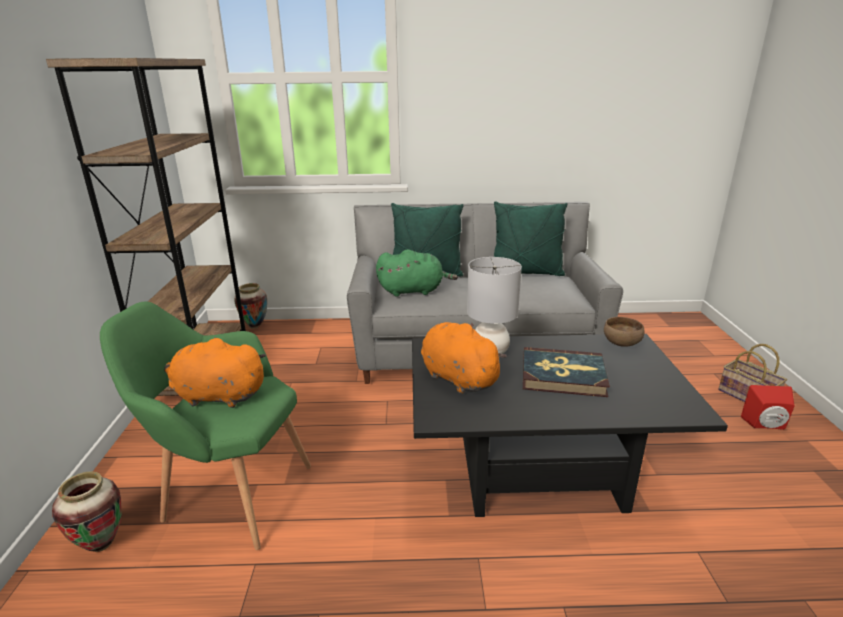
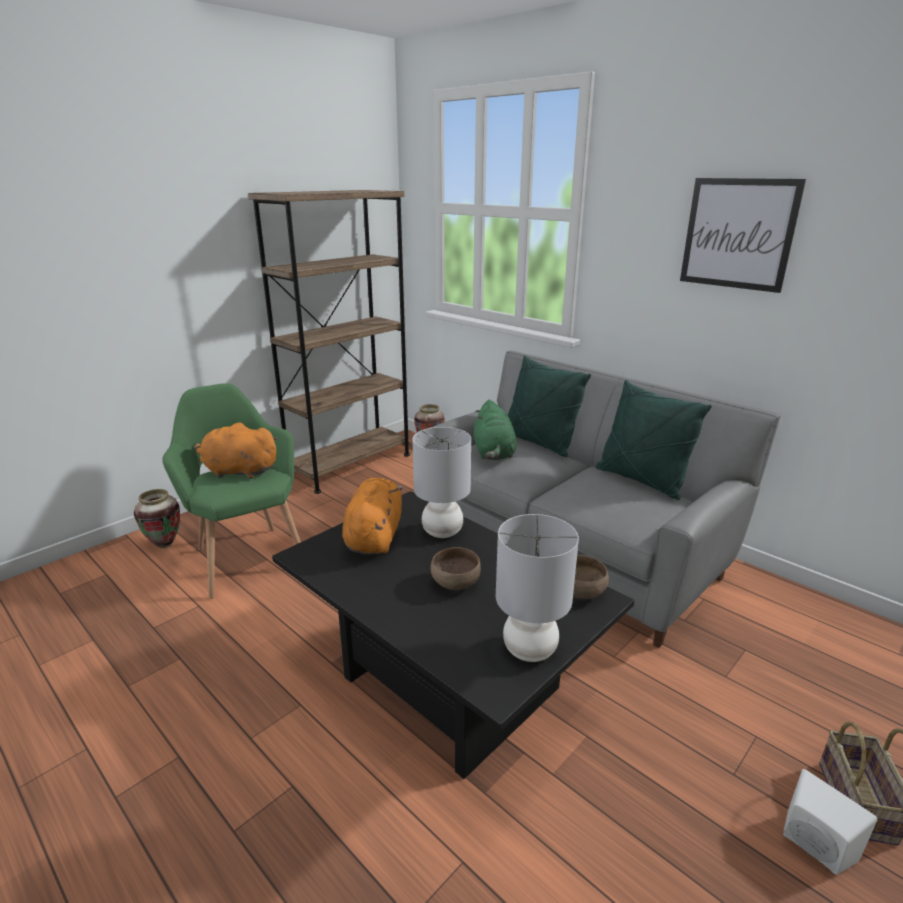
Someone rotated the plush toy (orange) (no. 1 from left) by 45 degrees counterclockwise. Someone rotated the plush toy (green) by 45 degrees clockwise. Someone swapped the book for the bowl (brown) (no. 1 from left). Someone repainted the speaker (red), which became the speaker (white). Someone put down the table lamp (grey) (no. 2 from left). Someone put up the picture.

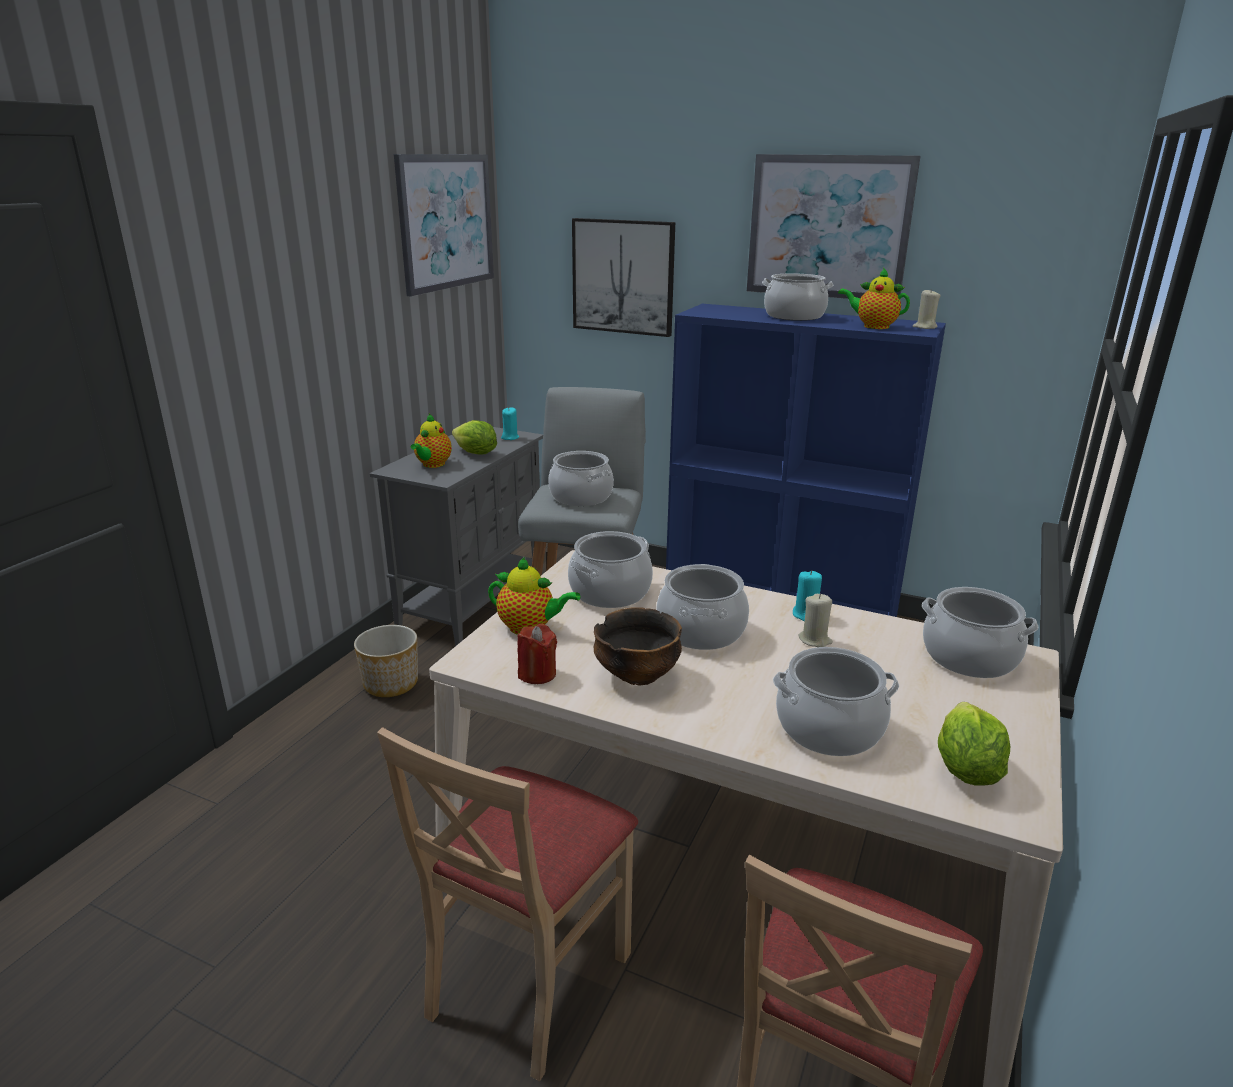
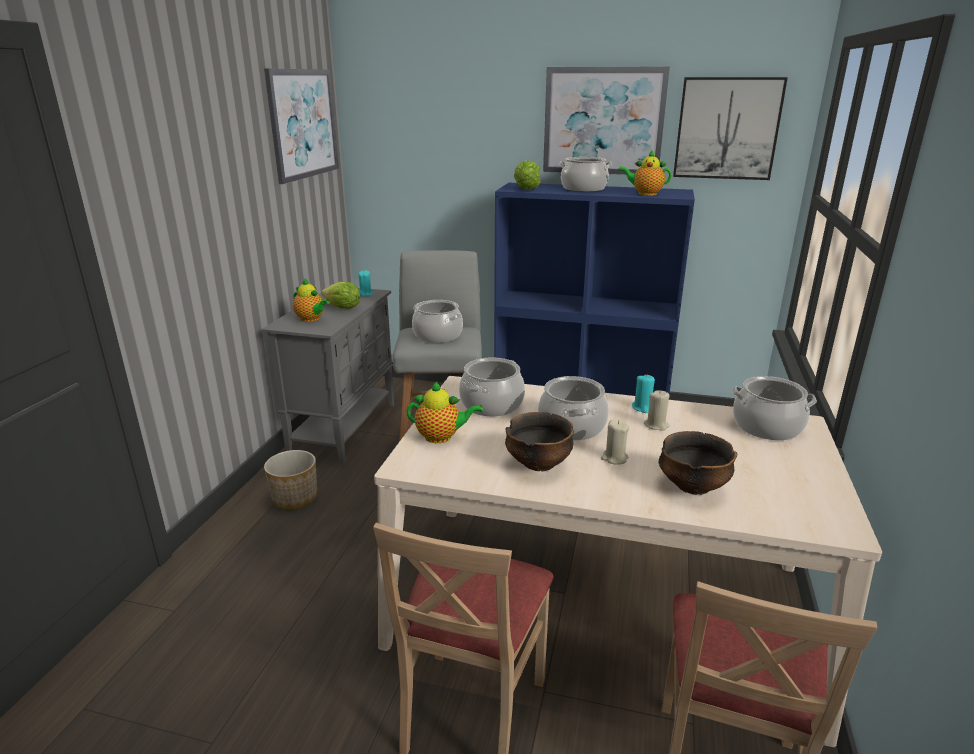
Someone rotated the teapot (no. 1 from left) by 60 degrees counterclockwise. Someone took away the candle (red). Someone carried the picture (no. 2 from left in the first image). Someone swapped the cooking pot (no. 5 from left) for the bowl (no. 2 from left). Someone carried the candle (beige) (no. 2 from left in the first image). Someone carried the lettuce (no. 2 from left).

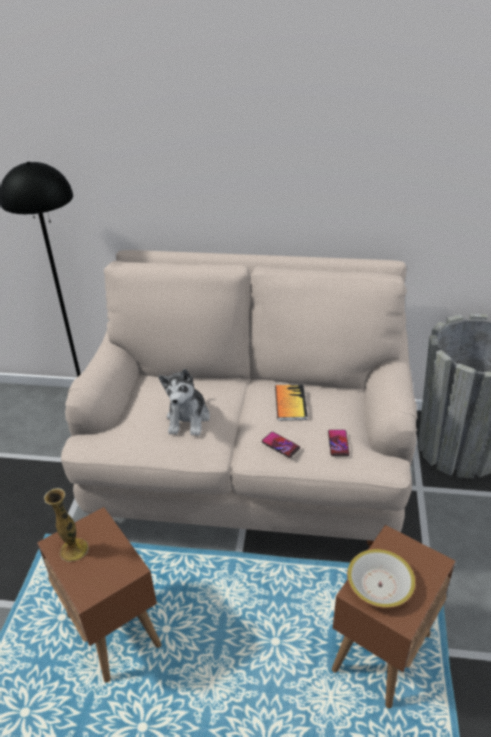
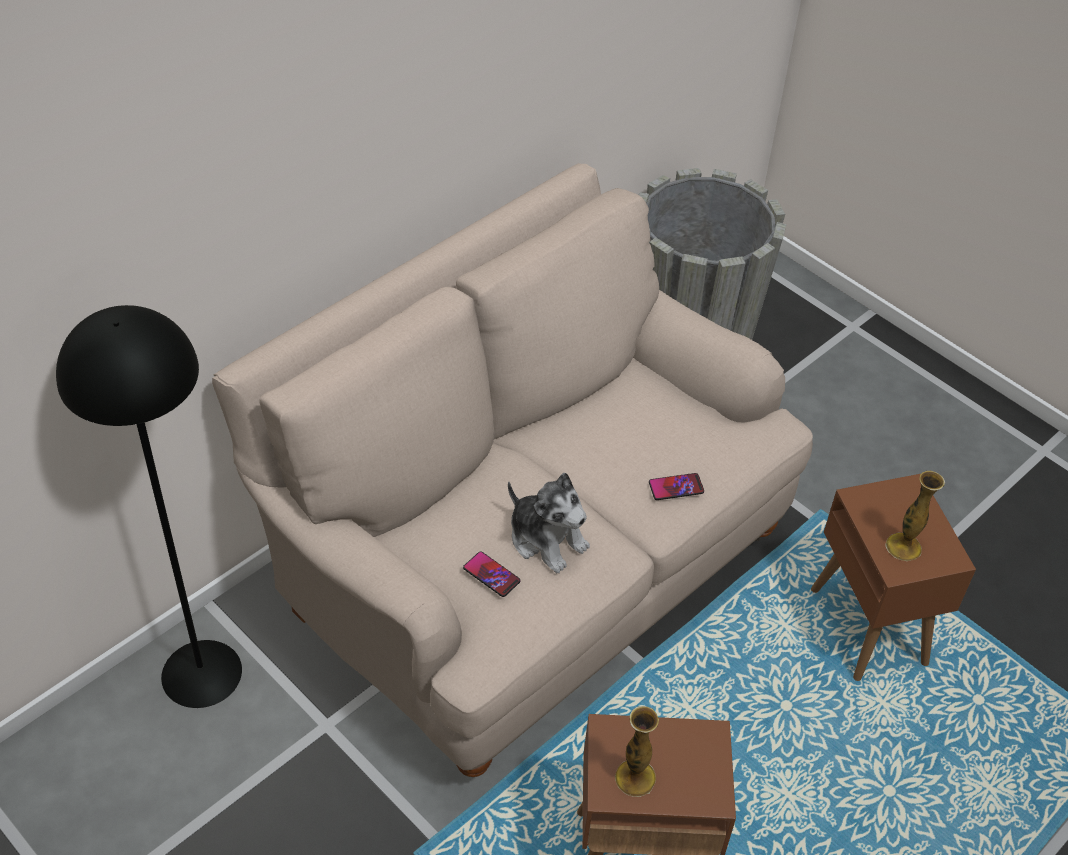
Someone took away the book. Someone carried the phone (no. 2 from left in the first image). Someone swapped the bowl for the vase (no. 2 from left).

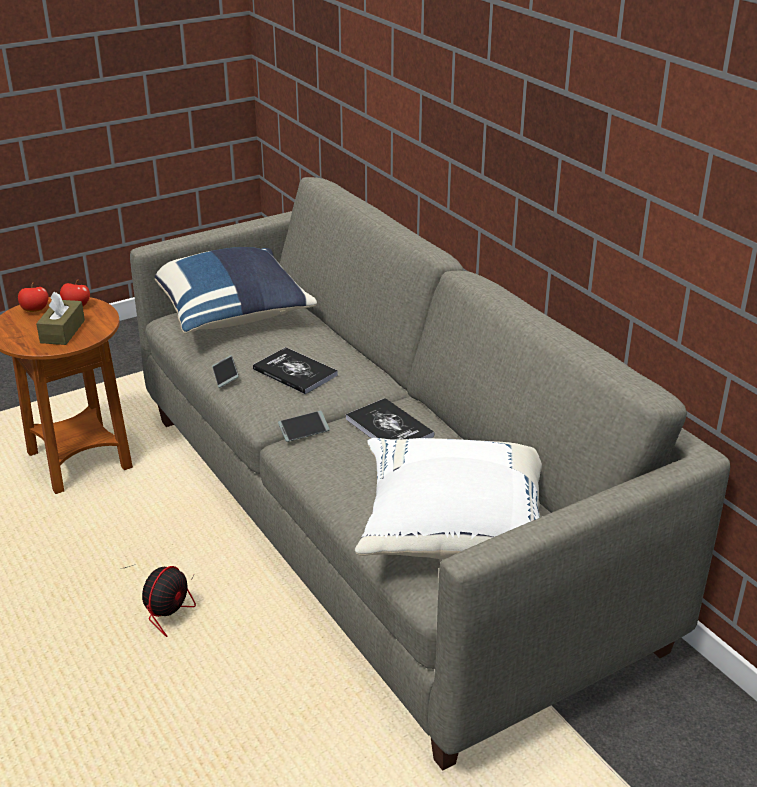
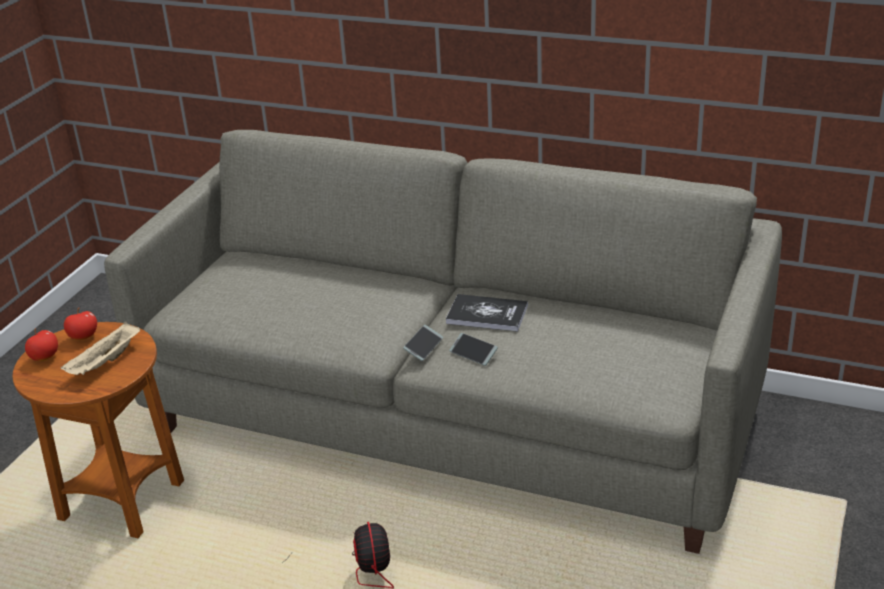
Someone swapped the tissue box (brown) for the tray (beige). Someone took away the pillow (blue). Someone carried the phone (no. 1 from left in the first image). Someone took away the book (no. 1 from left). Someone took away the pillow (white).

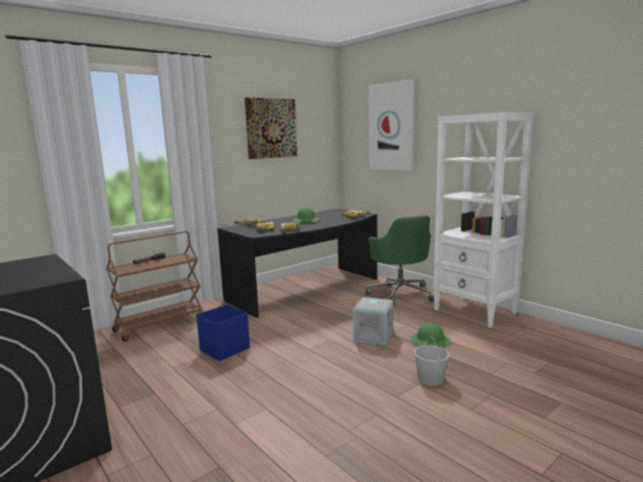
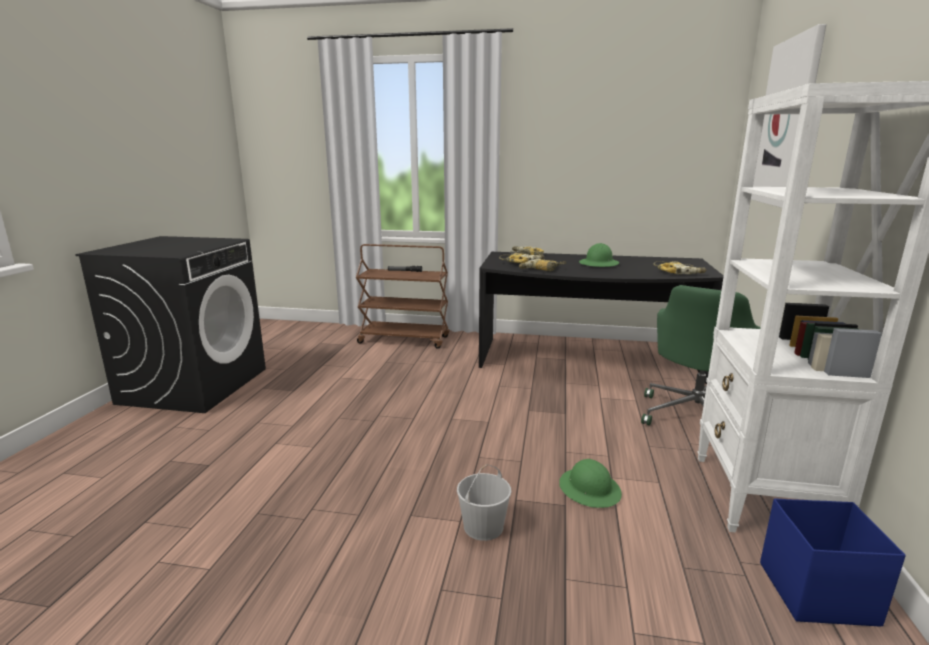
Someone carried the storage box (blue). Someone took away the picture (no. 1 from left). Someone took away the storage box (grey).

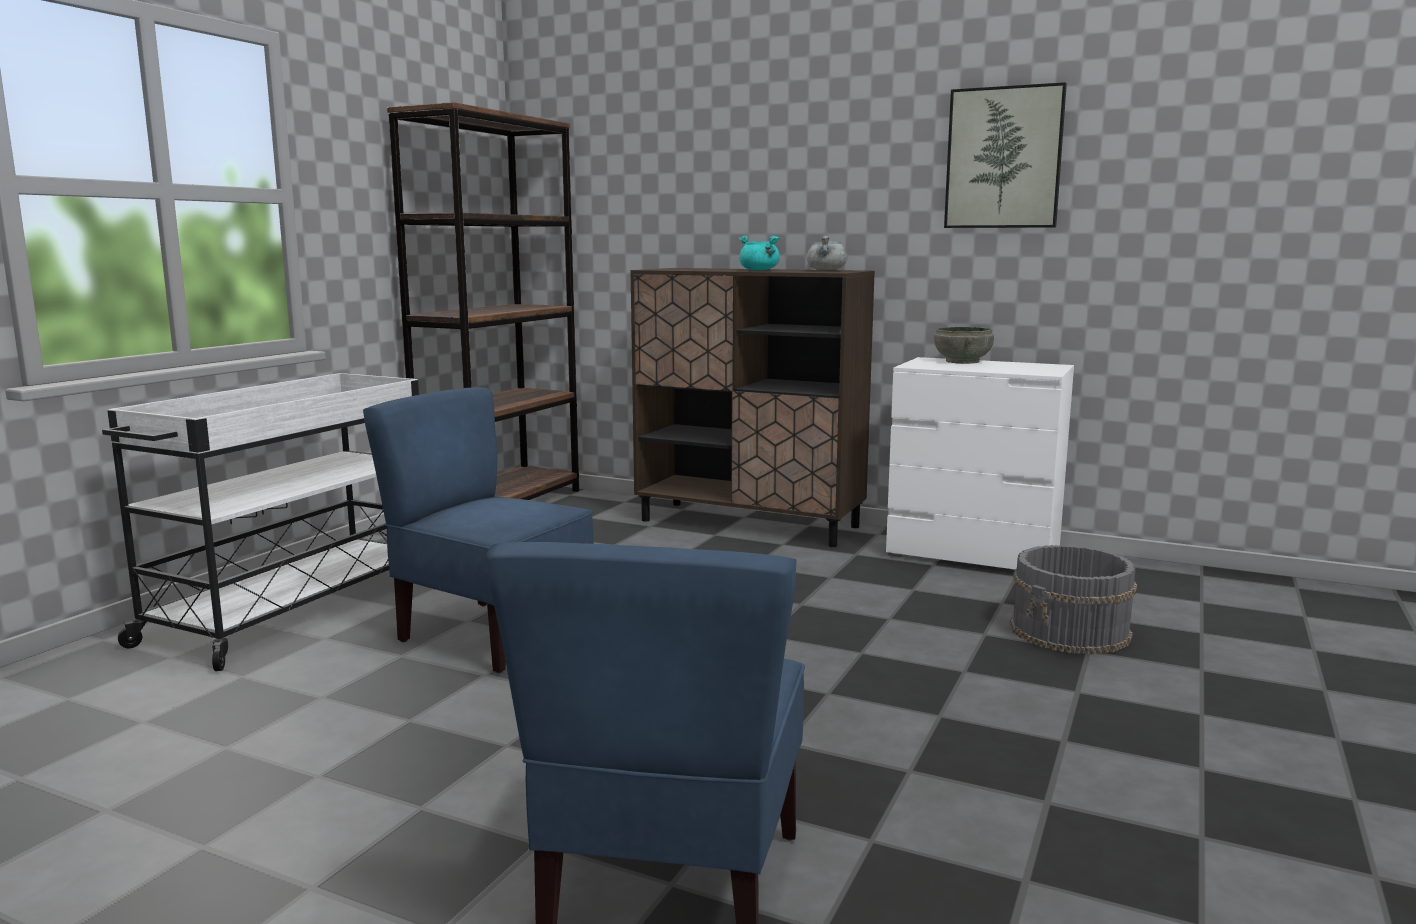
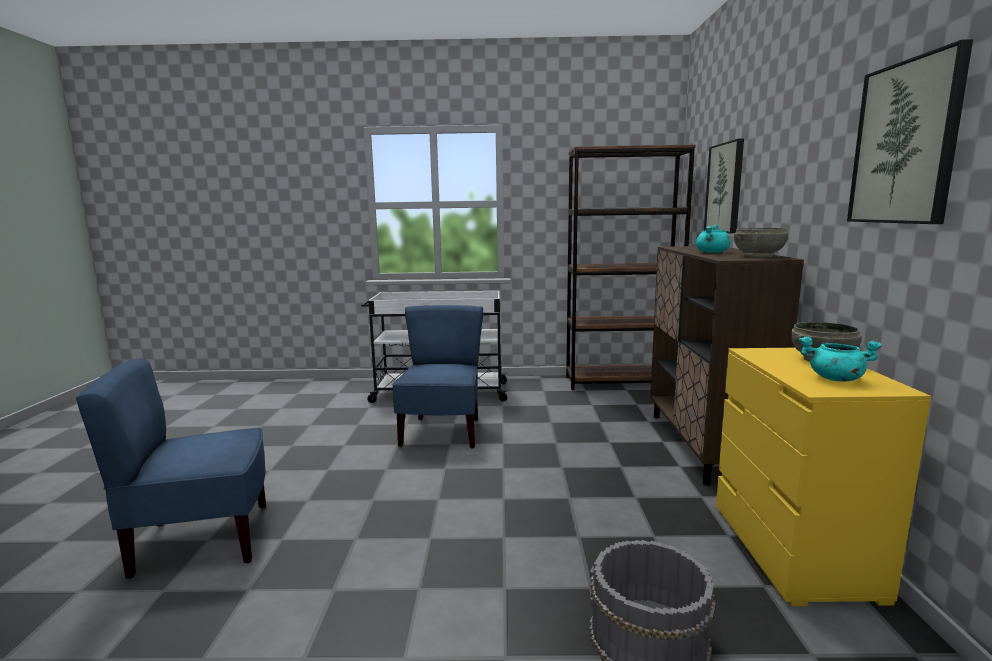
Someone swapped the cooking pot (grey) for the bowl (grey) (no. 1 from left). Someone repainted the dresser (white), which became the dresser (yellow). Someone put up the picture (no. 1 from left). Someone put down the cooking pot (turquoise) (no. 2 from left).

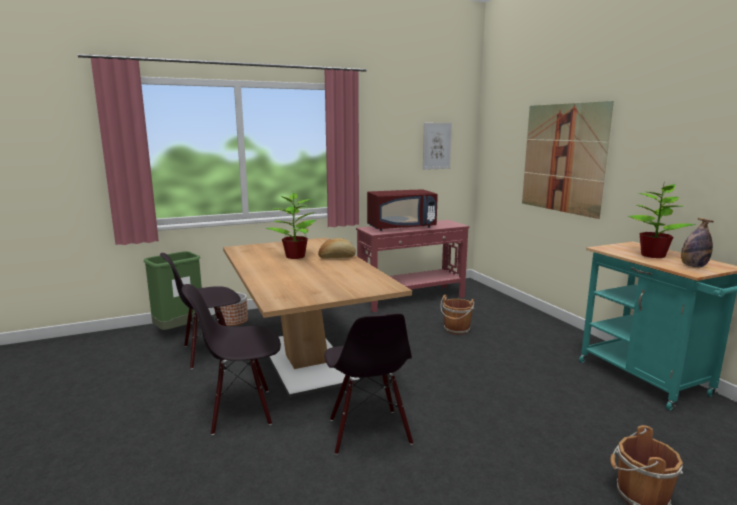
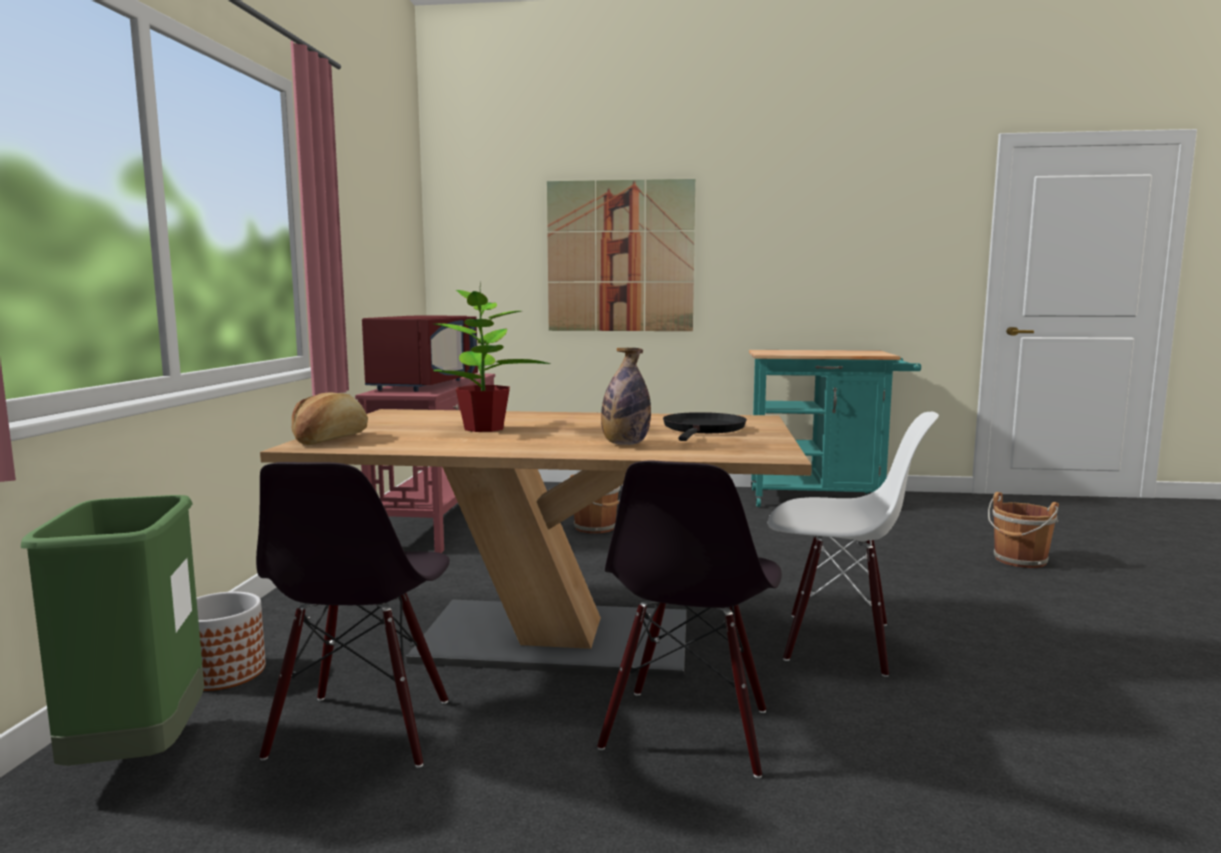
Someone carried the bread. Someone repainted the chair (black) (no. 3 from left), which became the chair (white). Someone took away the picture (no. 1 from left). Someone took away the potted plant (no. 2 from left). Someone carried the bottle. Someone put down the frying pan (black).

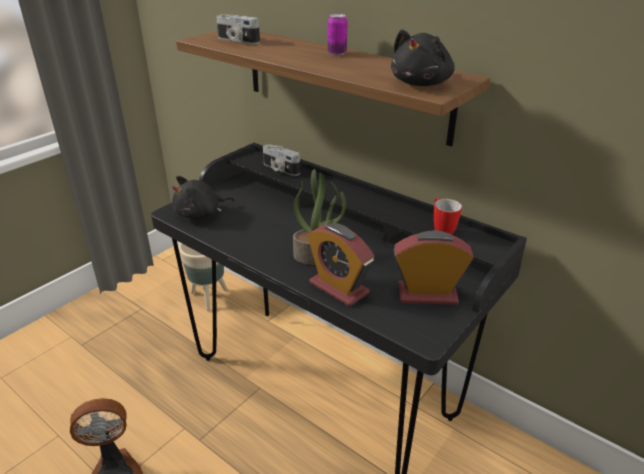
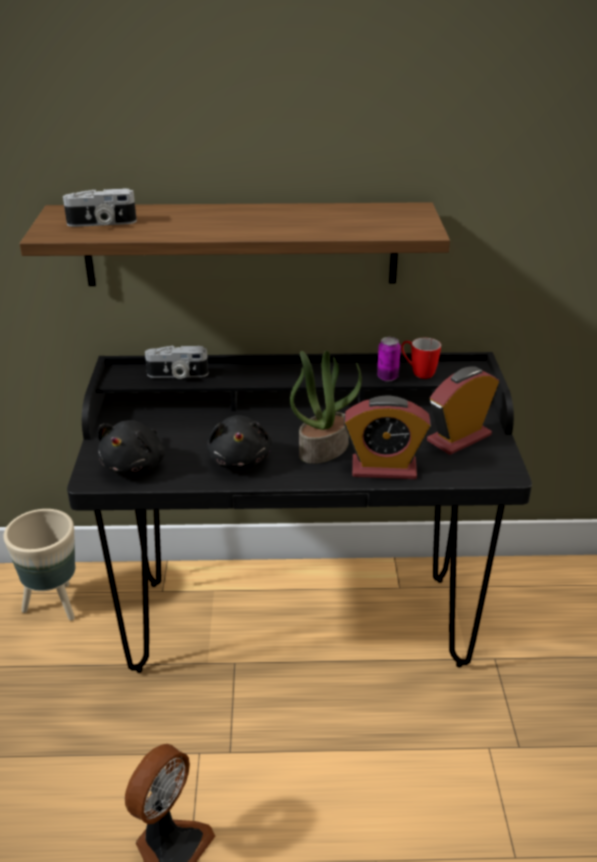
Someone carried the can. Someone carried the plush toy (black) (no. 2 from left).

